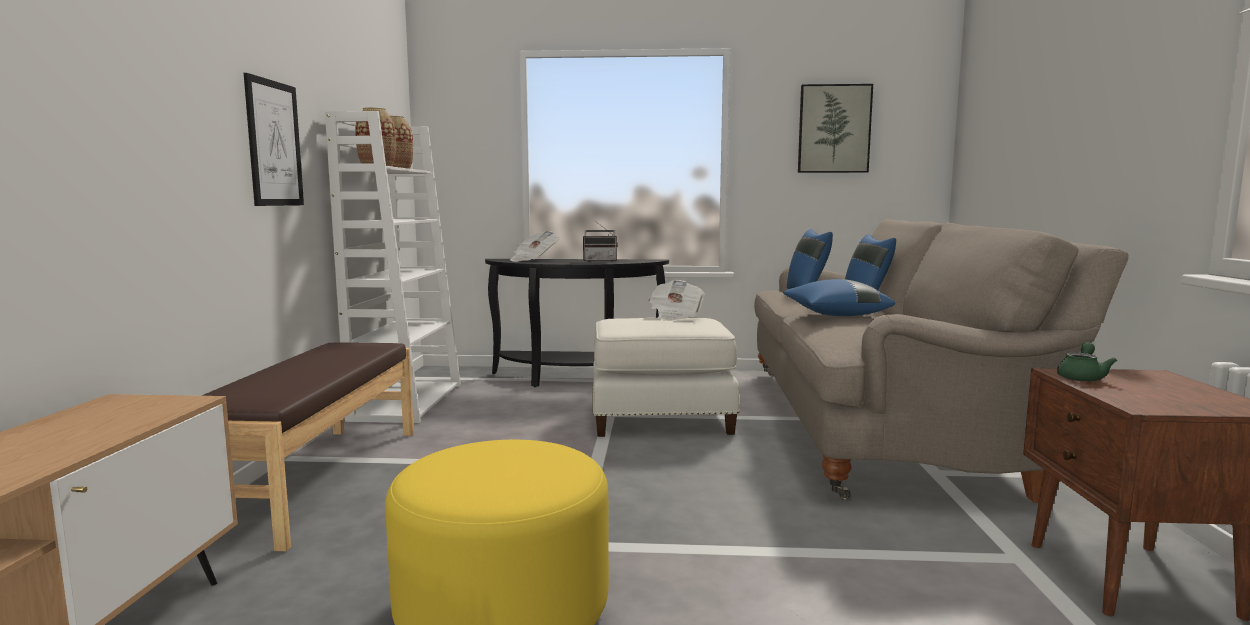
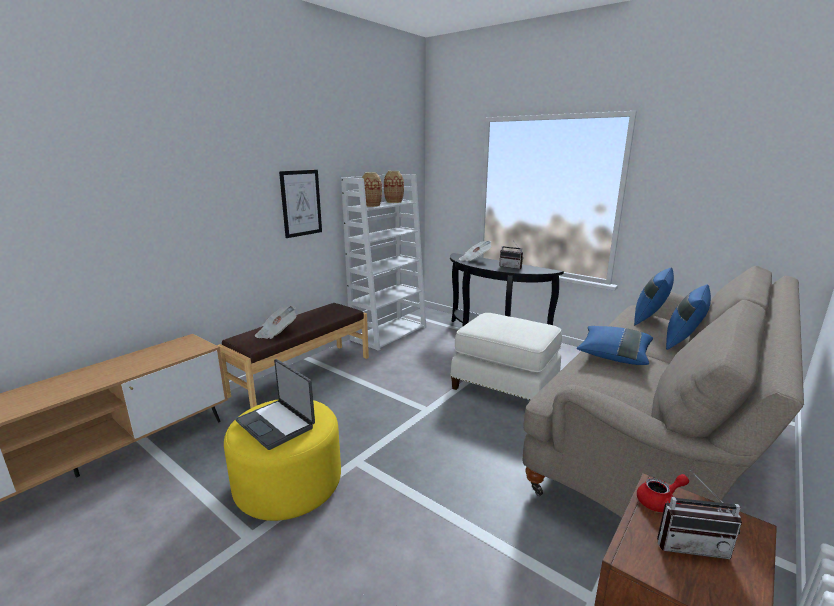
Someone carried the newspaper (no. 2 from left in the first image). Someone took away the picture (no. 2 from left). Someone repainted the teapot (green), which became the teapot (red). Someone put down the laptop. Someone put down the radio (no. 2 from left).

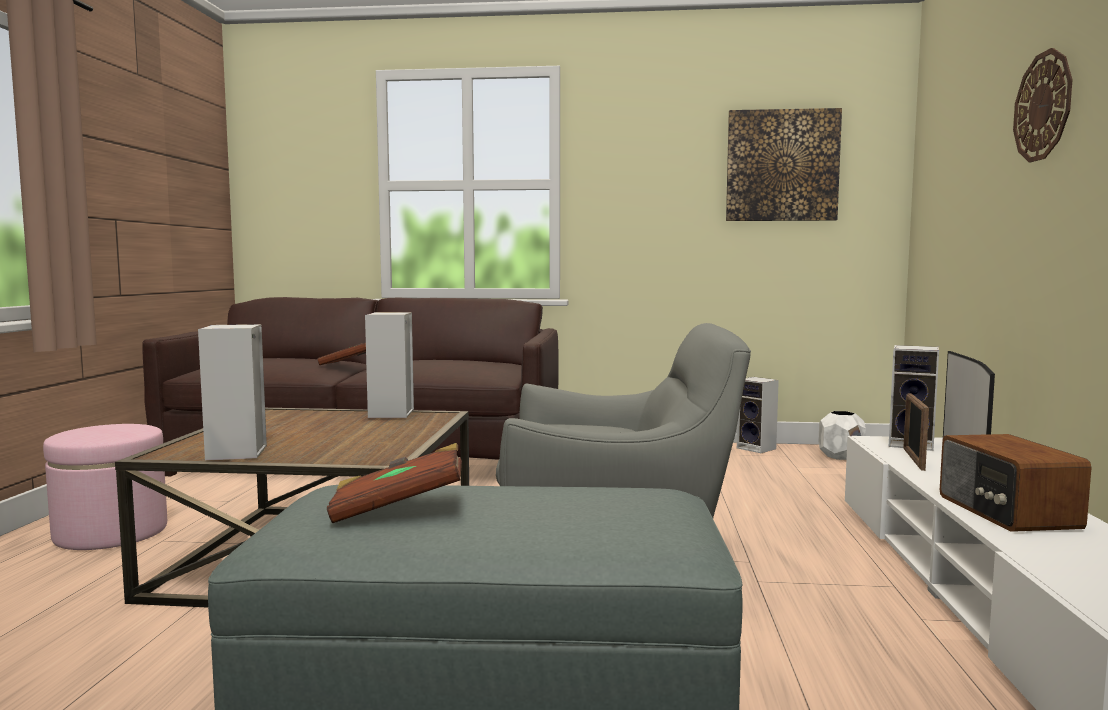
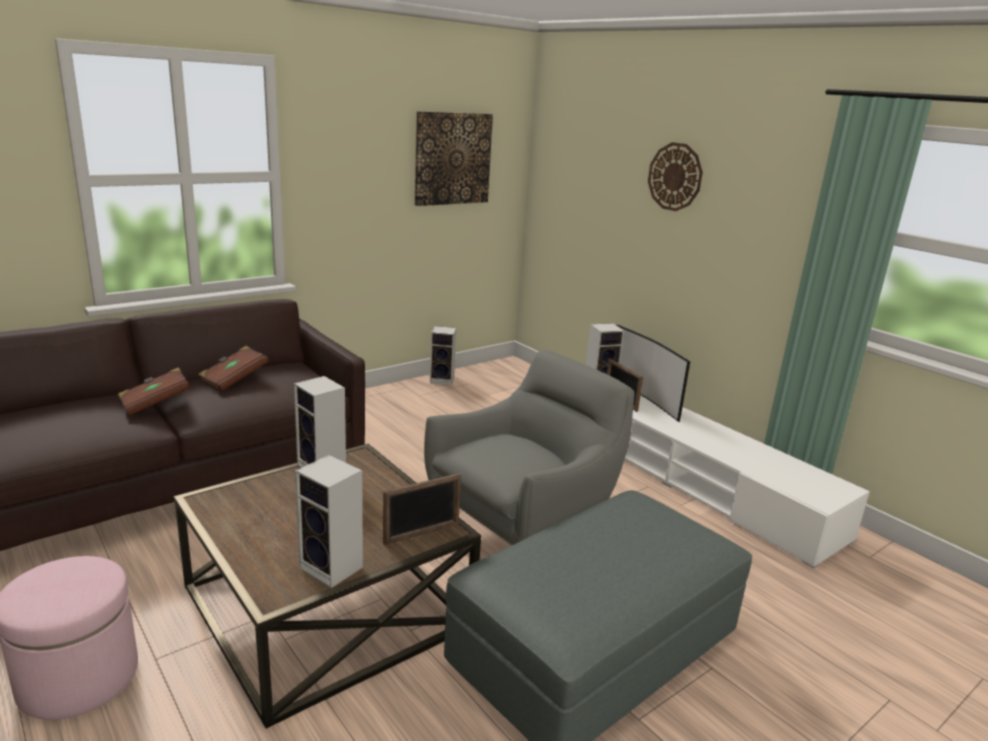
Someone carried the book (brown) (no. 2 from left). Someone took away the planter (white). Someone took away the radio. Someone put down the picture frame (no. 1 from left).

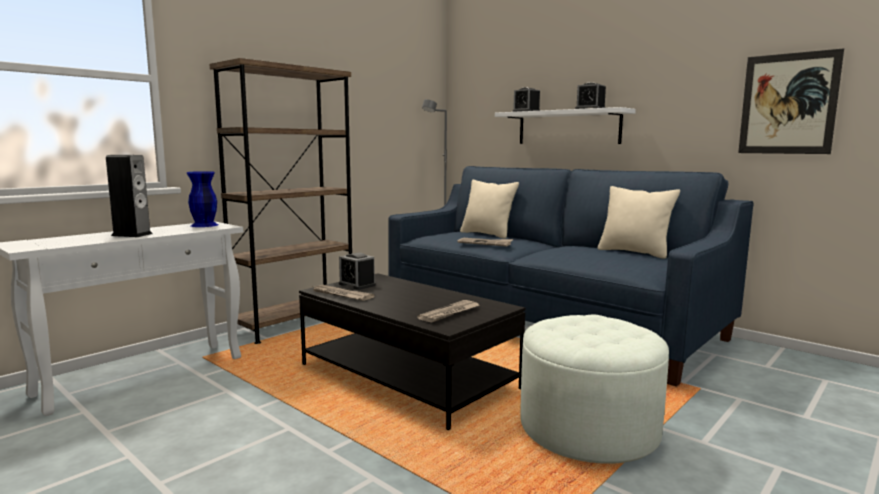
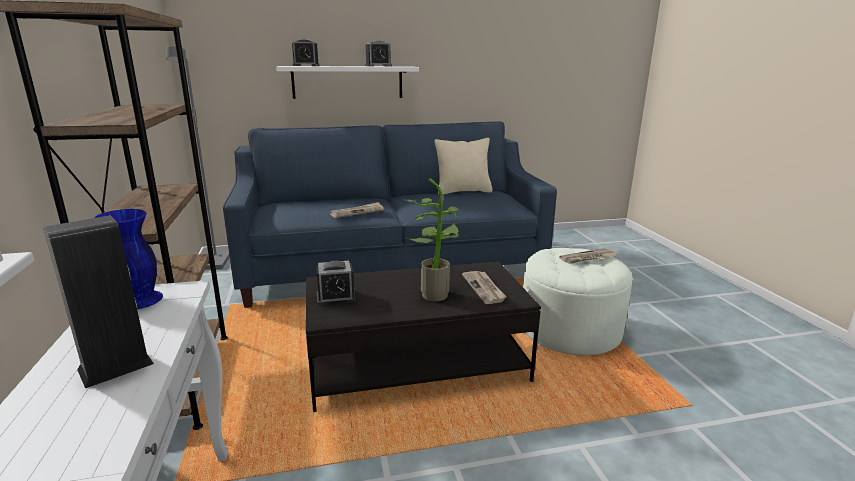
Someone carried the newspaper (no. 1 from left in the first image). Someone took away the pillow (beige) (no. 1 from left). Someone took away the picture. Someone put down the potted plant.

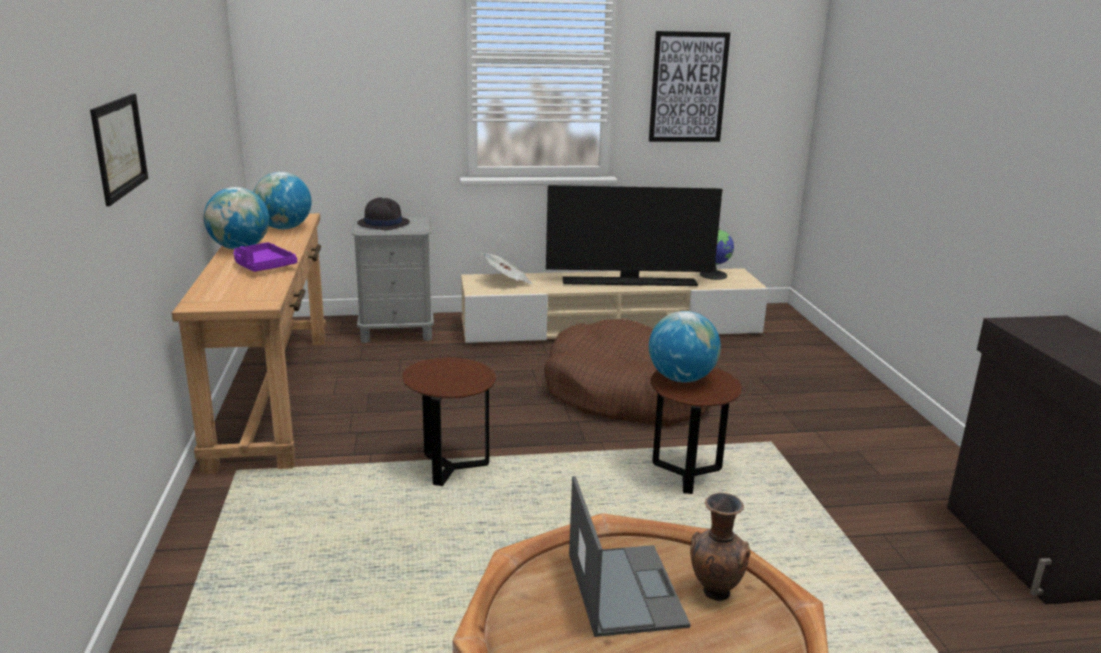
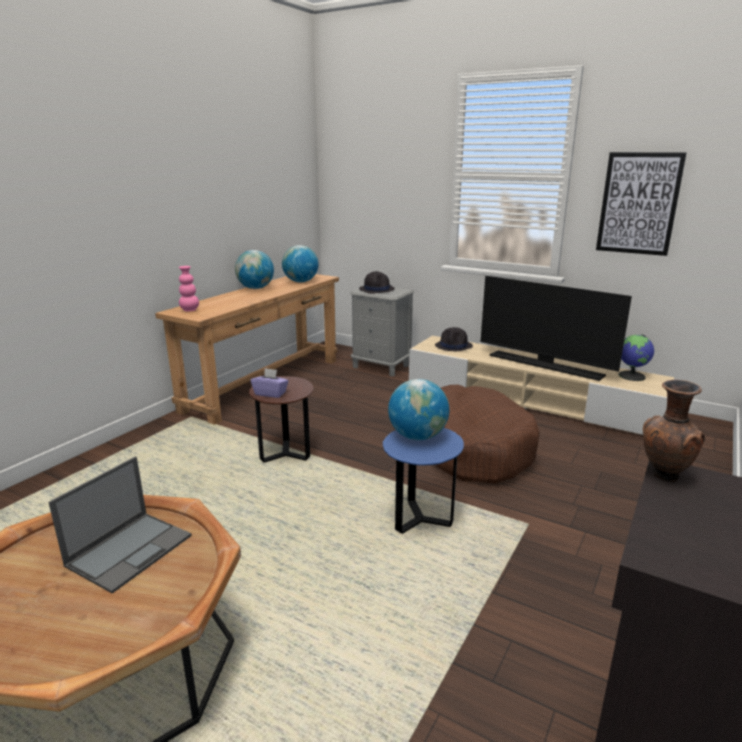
Someone took away the picture (no. 1 from left). Someone took away the tray (purple). Someone swapped the newspaper for the hat (black) (no. 2 from left). Someone repainted the side table (brown) (no. 2 from left), which became the side table (blue). Someone carried the vase (brown). Someone put down the vase (pink). Someone put down the tissue box (purple).

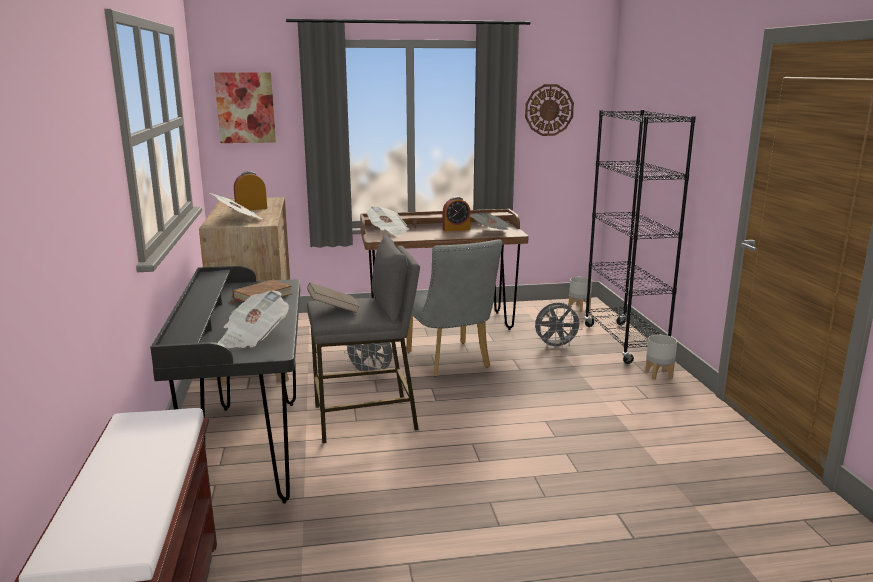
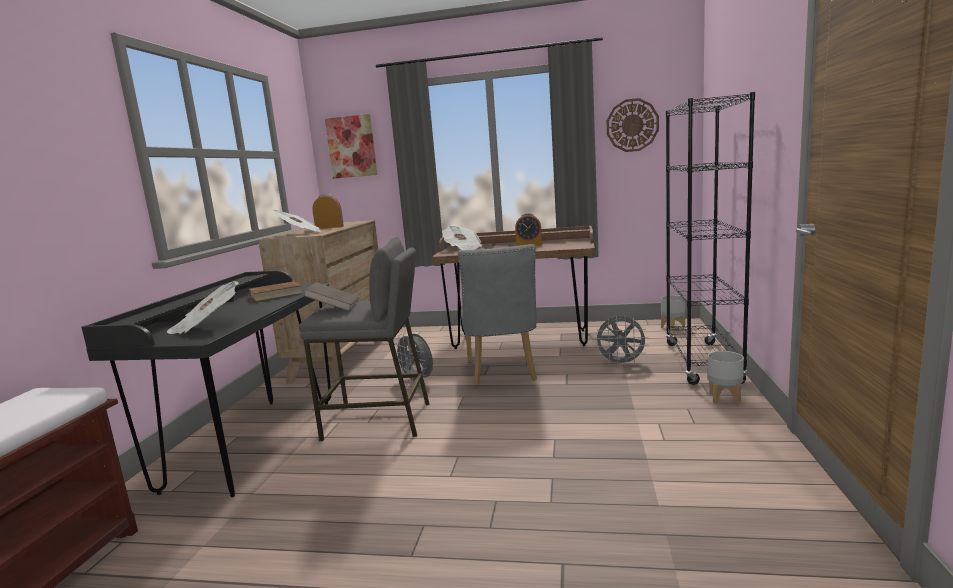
Someone took away the newspaper (no. 4 from left).

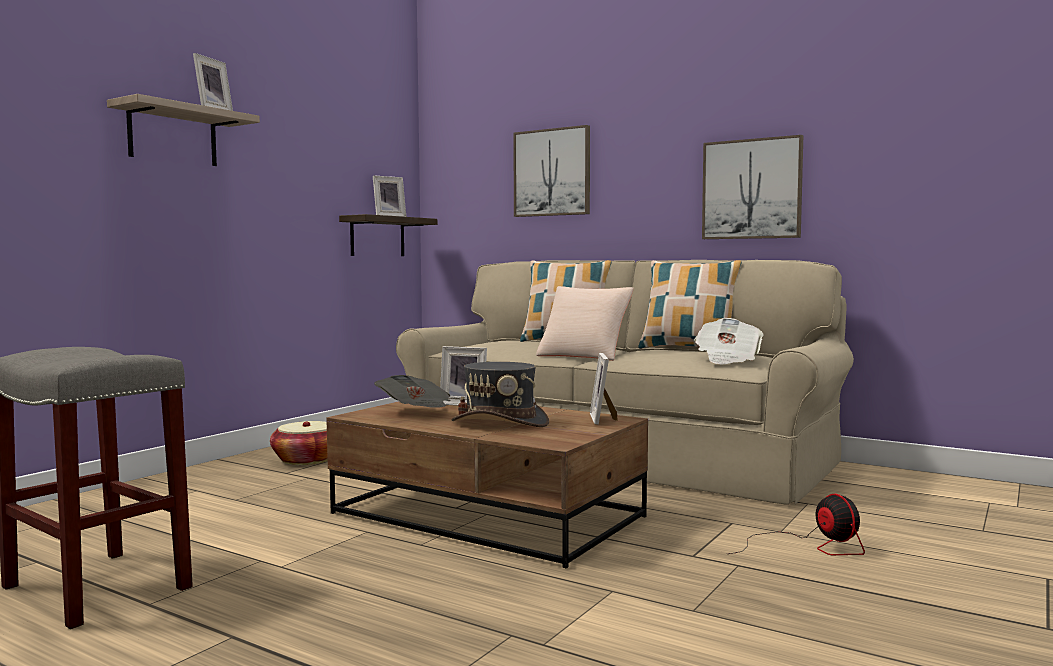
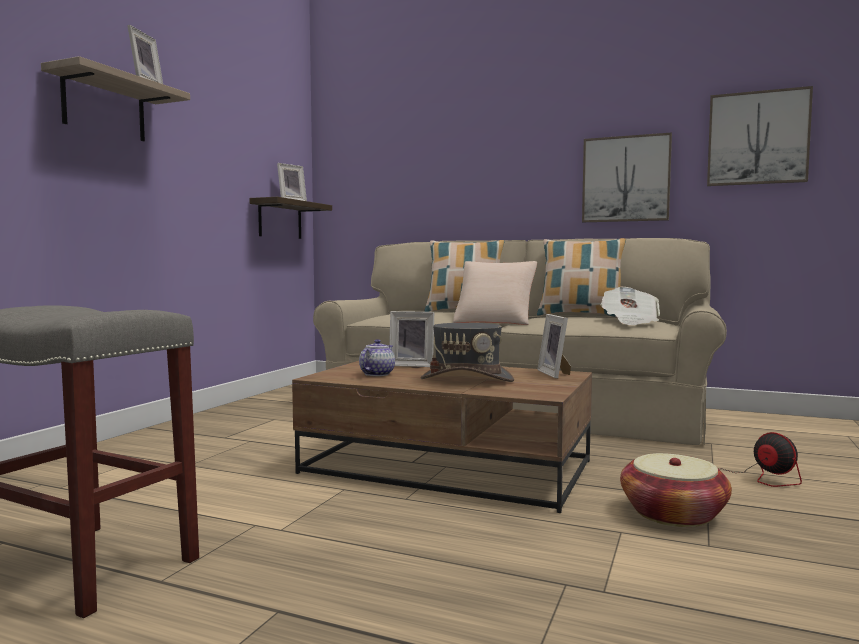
Someone carried the basket. Someone swapped the newspaper (no. 1 from left) for the teapot. Someone carried the picture (no. 1 from left in the first image).

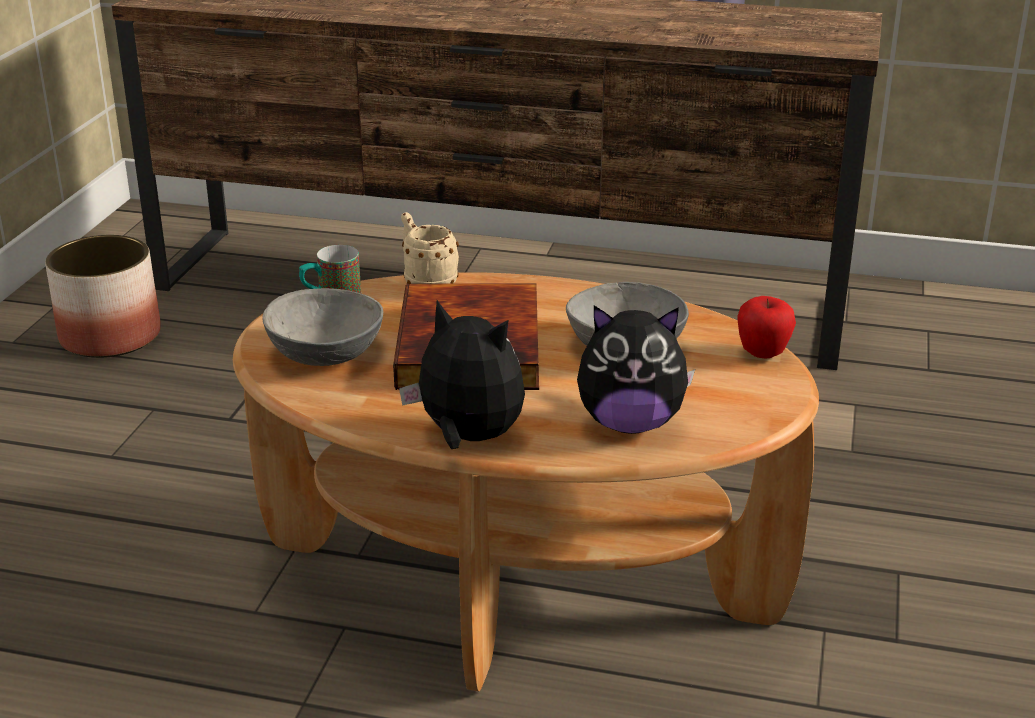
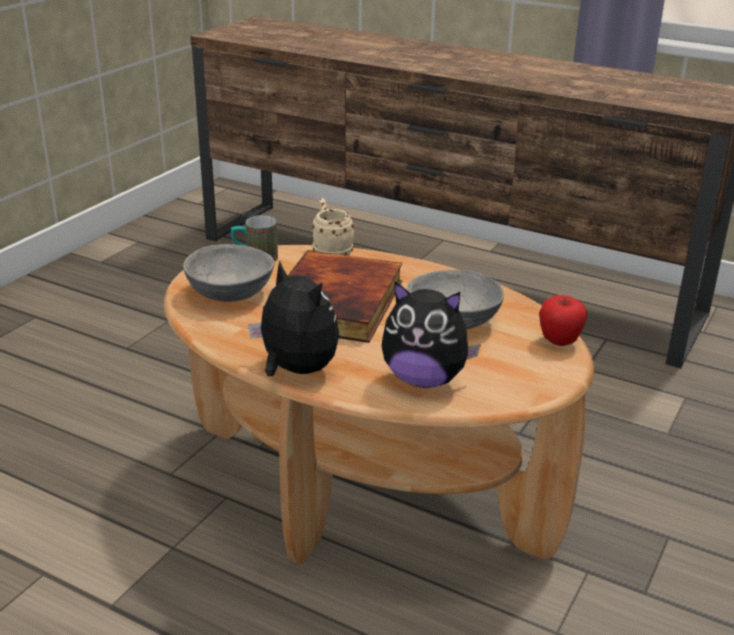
Someone took away the planter.

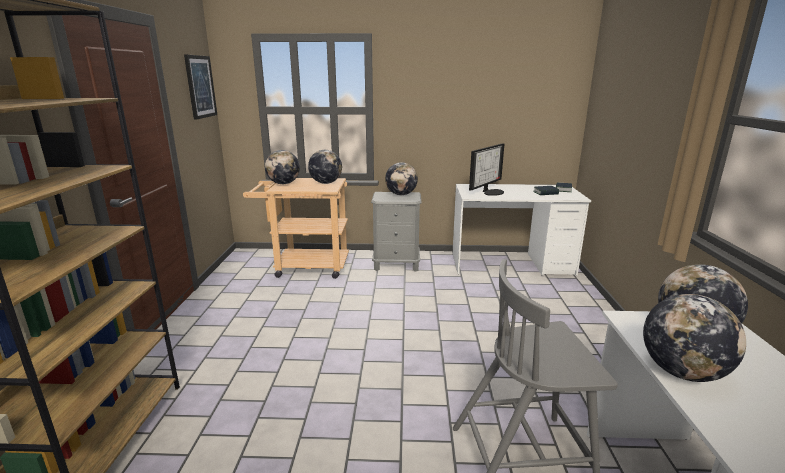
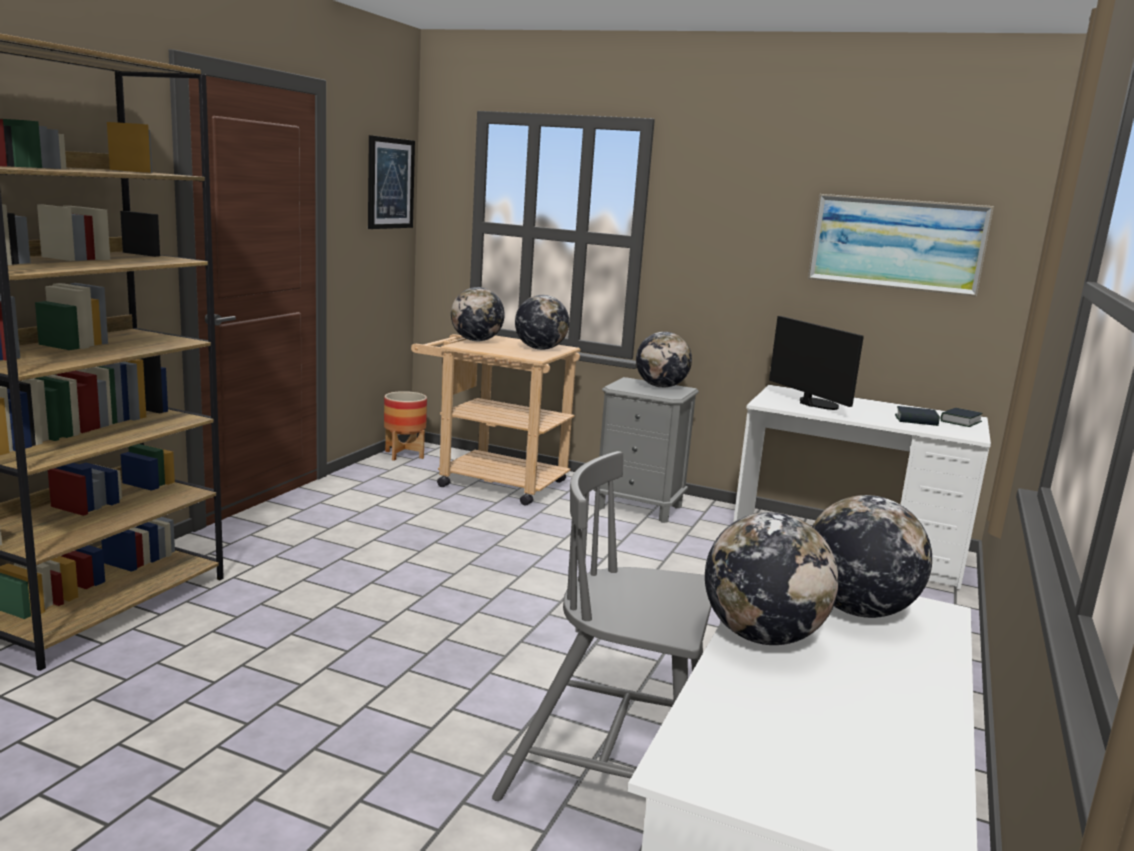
Someone rotated the monitor by 90 degrees counterclockwise. Someone put down the planter. Someone put up the picture (no. 2 from left).

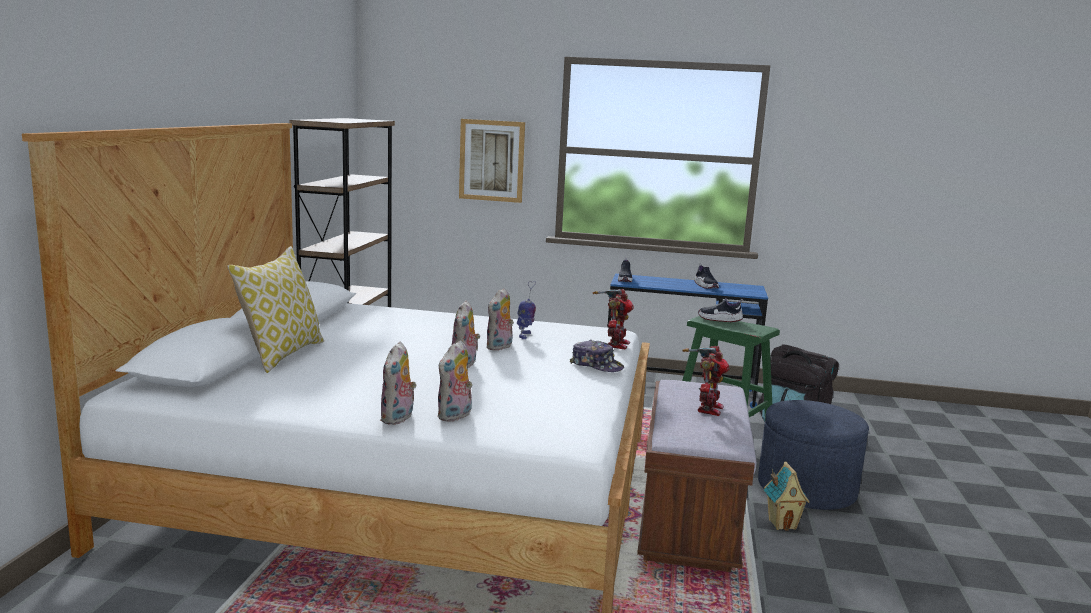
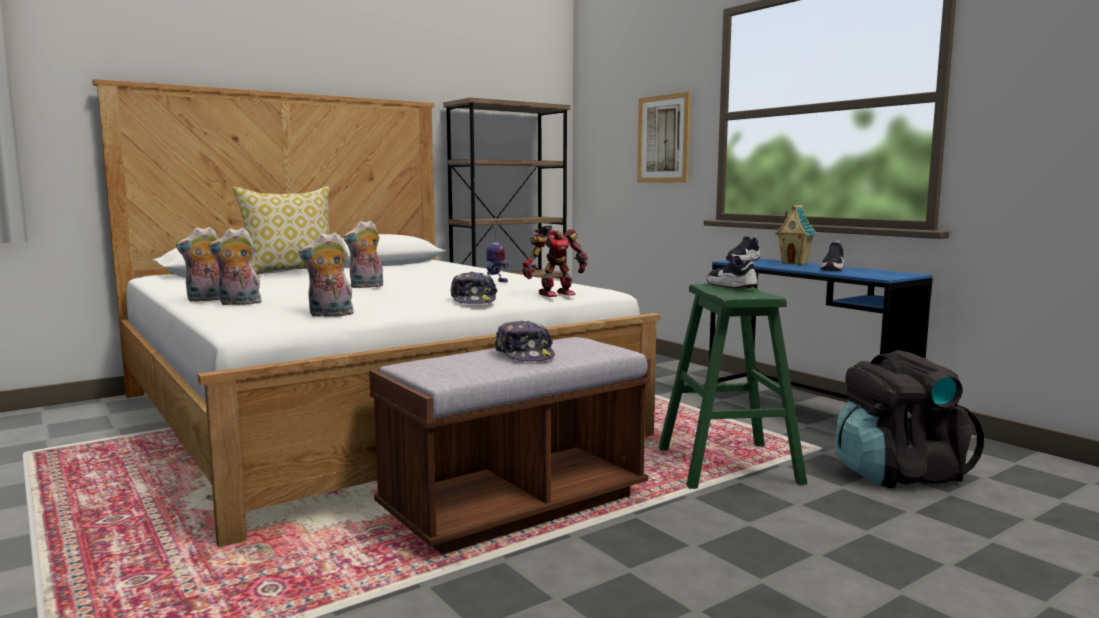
Someone carried the plush toy (no. 4 from left in the first image). Someone swapped the toy robot (no. 3 from left) for the cap (no. 2 from left). Someone took away the ottoman (blue). Someone carried the toy house.

